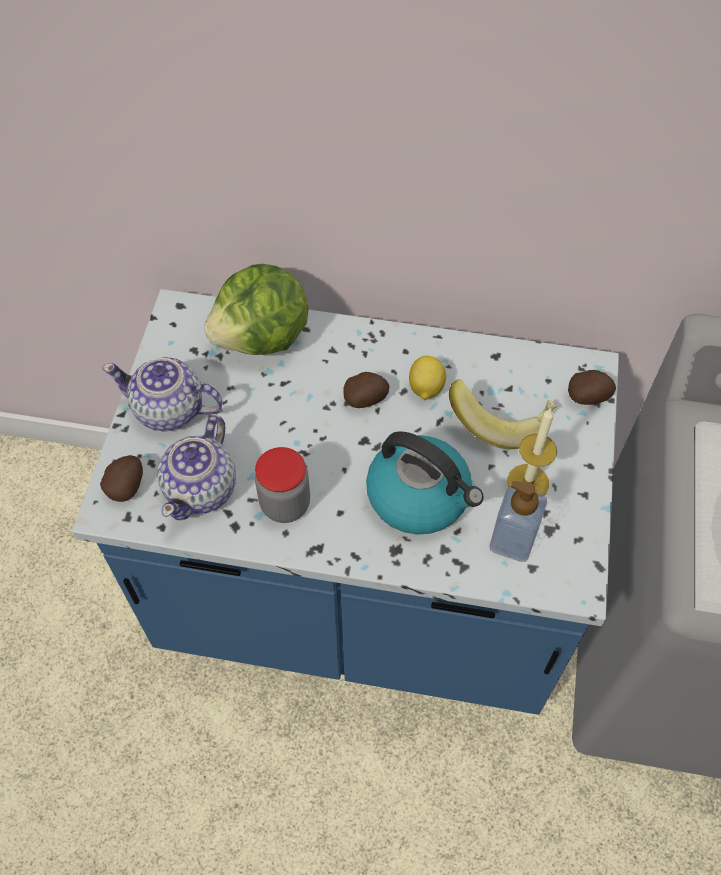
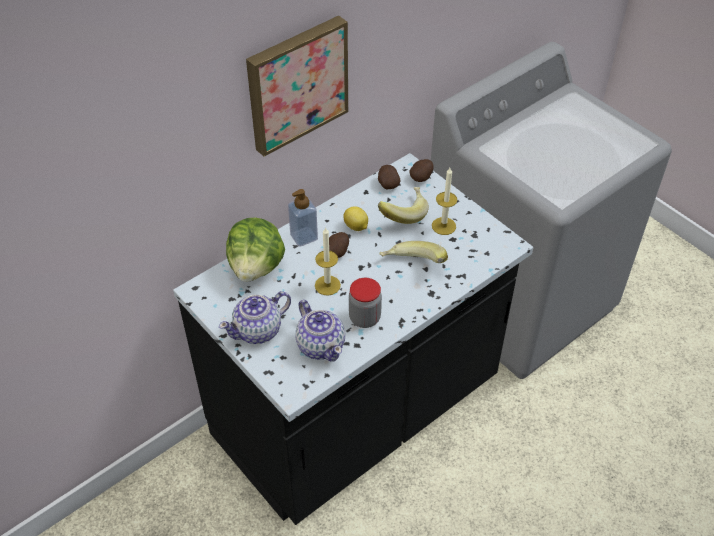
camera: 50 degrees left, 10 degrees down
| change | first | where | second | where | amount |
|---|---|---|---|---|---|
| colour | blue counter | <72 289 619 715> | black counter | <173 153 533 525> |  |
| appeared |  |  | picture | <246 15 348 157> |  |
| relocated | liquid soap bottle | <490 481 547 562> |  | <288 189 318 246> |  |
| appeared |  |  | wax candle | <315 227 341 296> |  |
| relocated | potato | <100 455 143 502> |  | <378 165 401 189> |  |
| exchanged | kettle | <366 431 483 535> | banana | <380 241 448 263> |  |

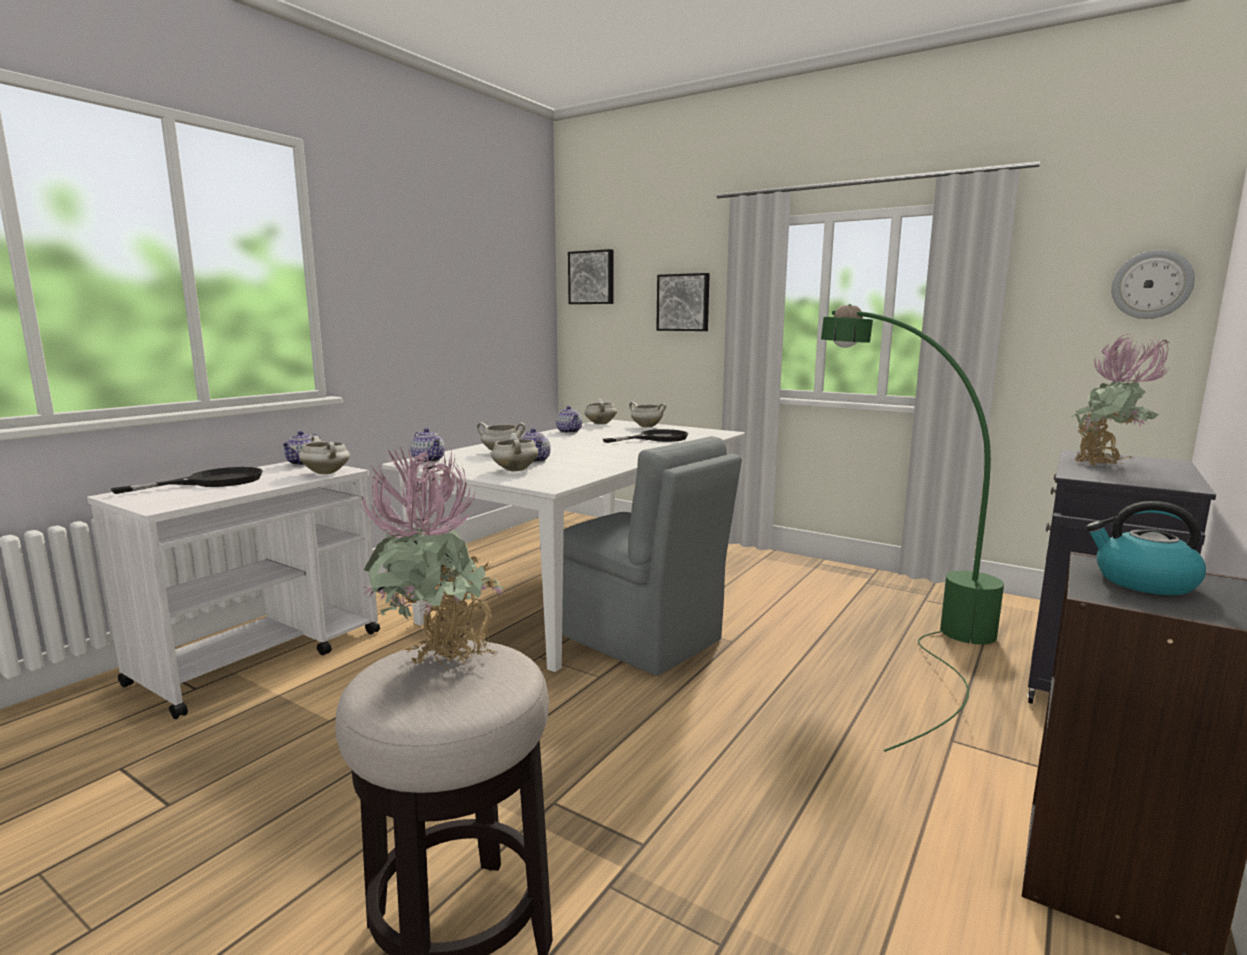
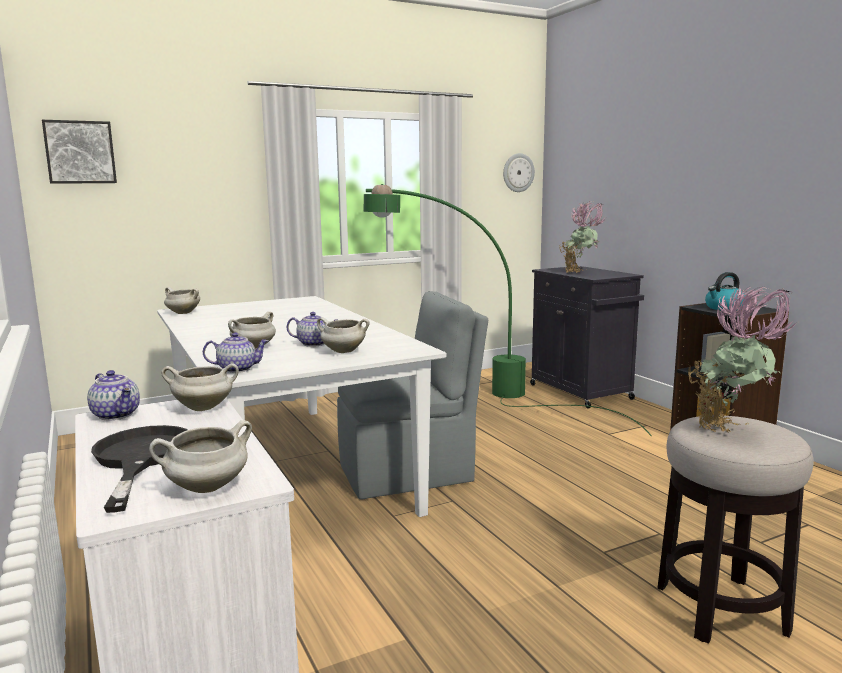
camera: 60 degrees left, 0 degrees up
| change | first | where | second | where | amount |
|---|---|---|---|---|---|
| relocated | white saucepot | <629 402 666 427> |  | <149 420 252 493> |  |
| missing | teapot | <556 406 582 433> |  |  |  |
| missing | black pan | <603 429 688 443> |  |  |  |
| missing | picture | <656 273 710 331> |  |  |  |

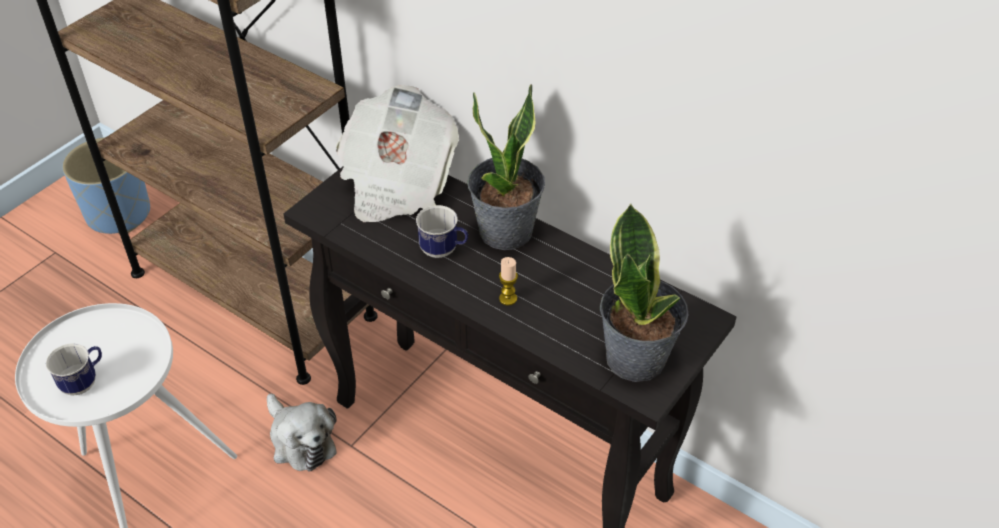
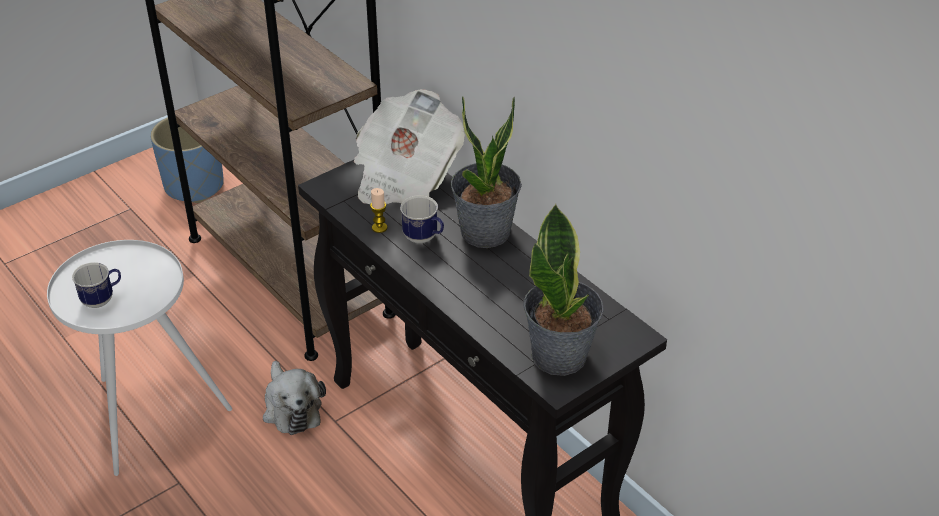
camera: 15 degrees right, 5 degrees down
| change | first | where | second | where | amount |
|---|---|---|---|---|---|
| relocated | wax candle | <499 257 518 306> |  | <370 188 388 233> |  |

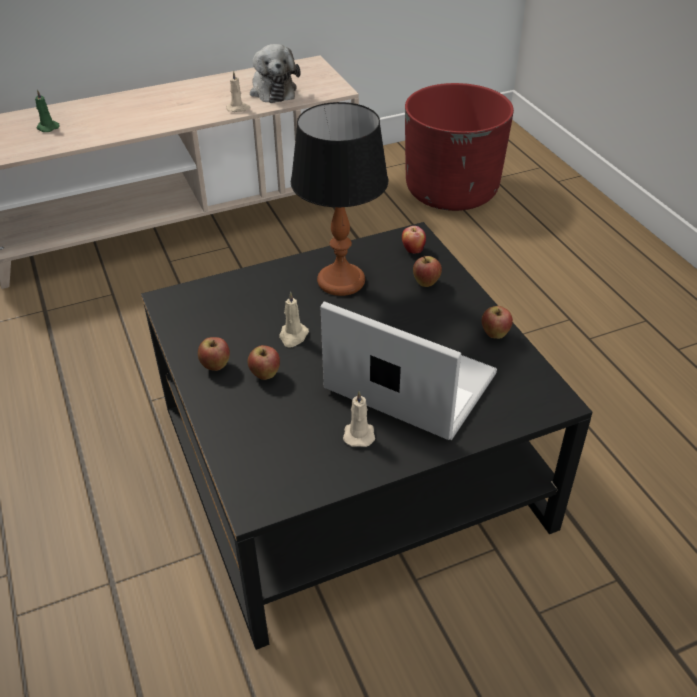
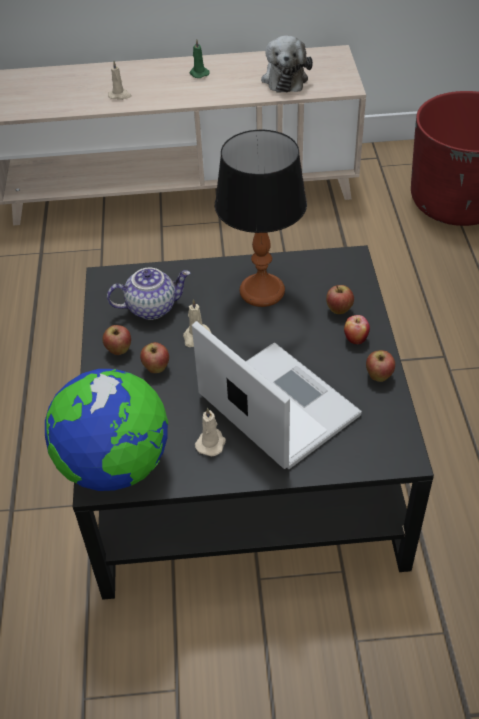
camera: 20 degrees right, 5 degrees up
| change | first | where | second | where | amount |
|---|---|---|---|---|---|
| appeared |  |  | world globe | <45 369 168 491> |  |
| appeared |  |  | teapot | <107 268 191 320> |  |
| relocated | sand-coloured wax candle | <226 71 251 112> |  | <108 61 132 100> |  |
| relocated | greenish wax candle | <35 89 60 132> |  | <189 39 210 78> |  |
| relocated | whole apple | <402 226 426 254> |  | <344 315 370 344> |  |

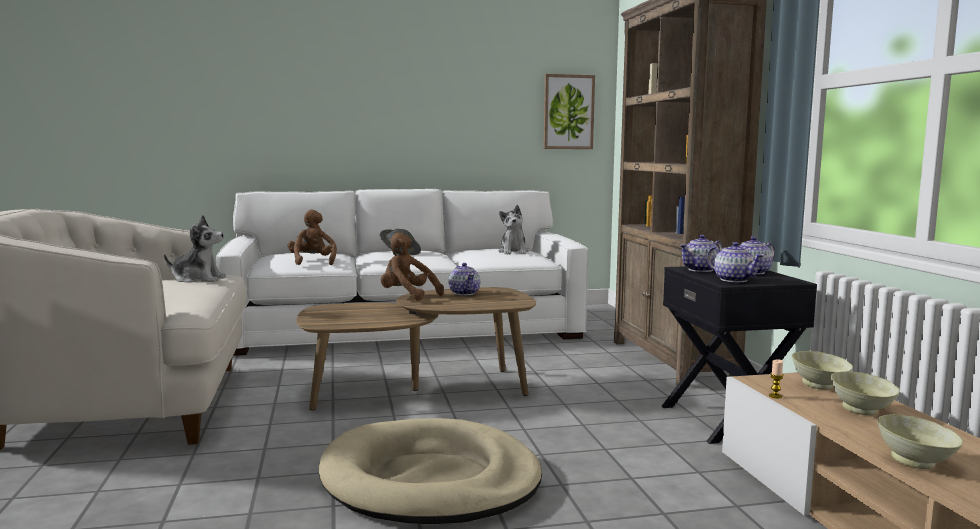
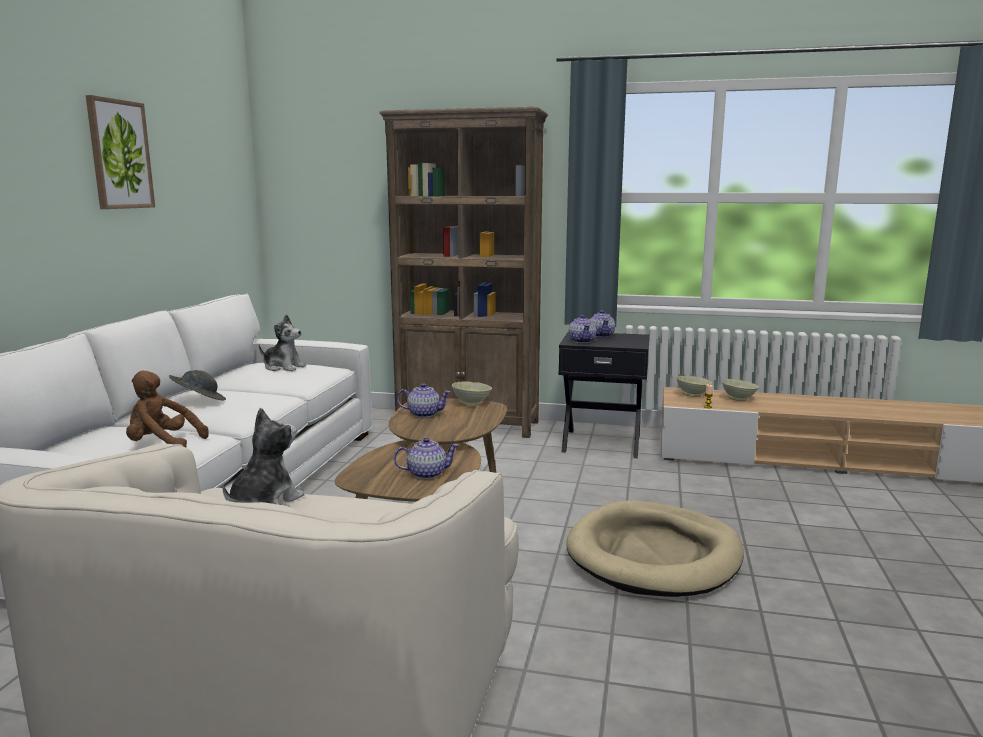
camera: 65 degrees left, 5 degrees up
| change | first | where | second | where | amount |
|---|---|---|---|---|---|
| relocated | picture | <543 74 595 149> |  | <86 95 155 209> |  |
| relocated | teapot | <707 242 765 282> |  | <394 437 459 479> |  |
| relocated | sand-coloured bowl | <877 414 963 469> |  | <452 381 492 406> |  |
| missing | brownish soft toy | <381 233 444 301> |  |  |  |

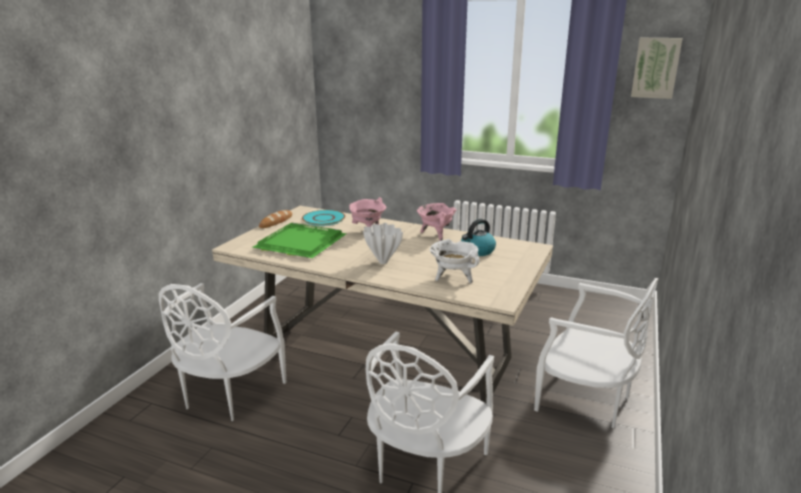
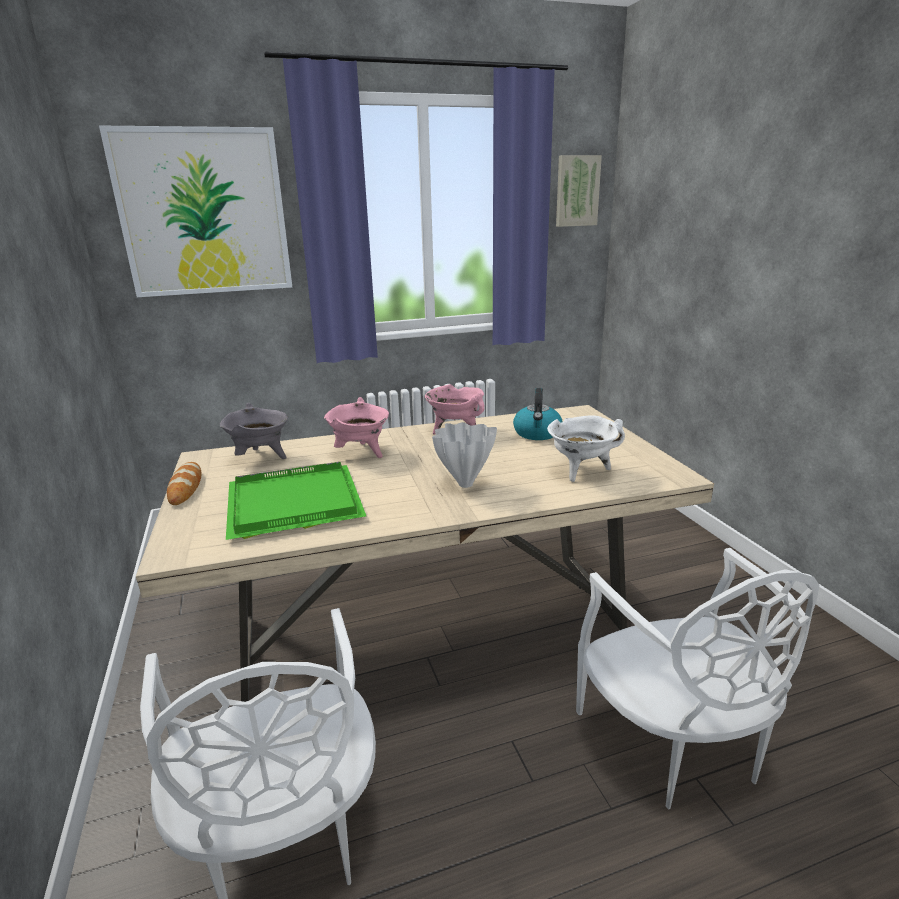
camera: 40 degrees left, 0 degrees up
| change | first | where | second | where | amount |
|---|---|---|---|---|---|
| appeared |  |  | picture | <99 126 292 297> |  |
| exchanged | turquoise plate | <302 210 345 226> | greyish saucepot | <220 403 288 459> |  |
| missing | white chair | <534 278 659 428> |  |  |  |

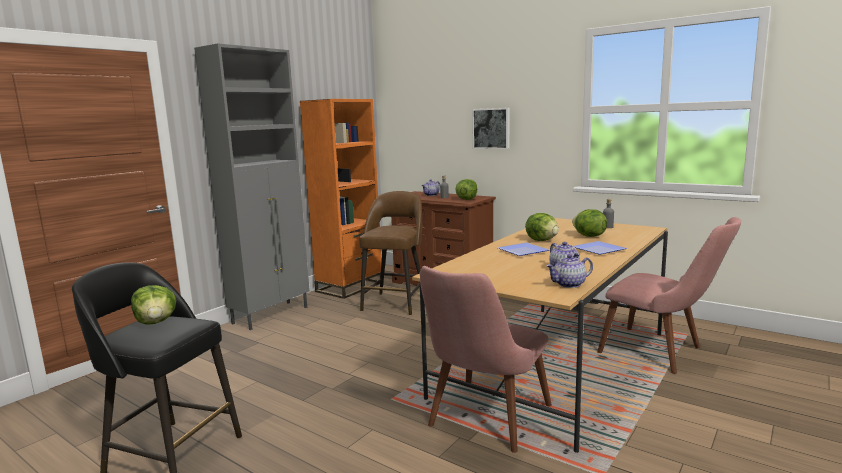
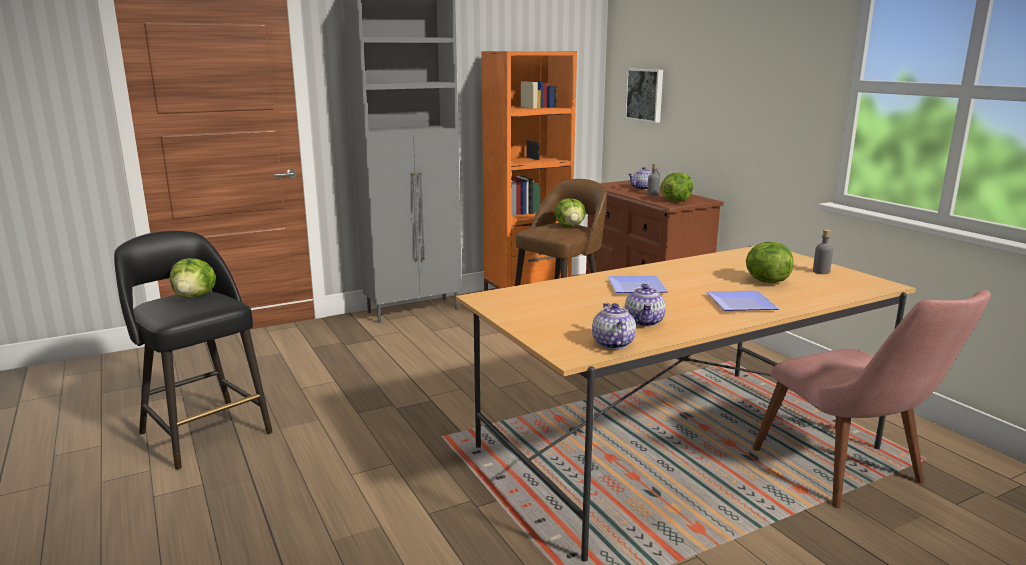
camera: 25 degrees right, 5 degrees up
| change | first | where | second | where | amount |
|---|---|---|---|---|---|
| relocated | head of lettuce | <525 213 559 241> |  | <555 198 586 227> |  |
| spun | teapot | <546 254 593 288> |  | <592 303 636 349> | 75 degrees clockwise |
| relocated | picture | <472 108 510 149> |  | <625 69 663 123> |  |
| missing | pink chair | <420 266 552 453> |  |  |  |

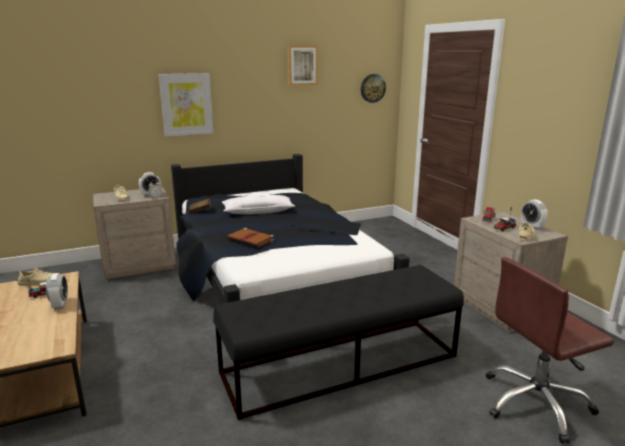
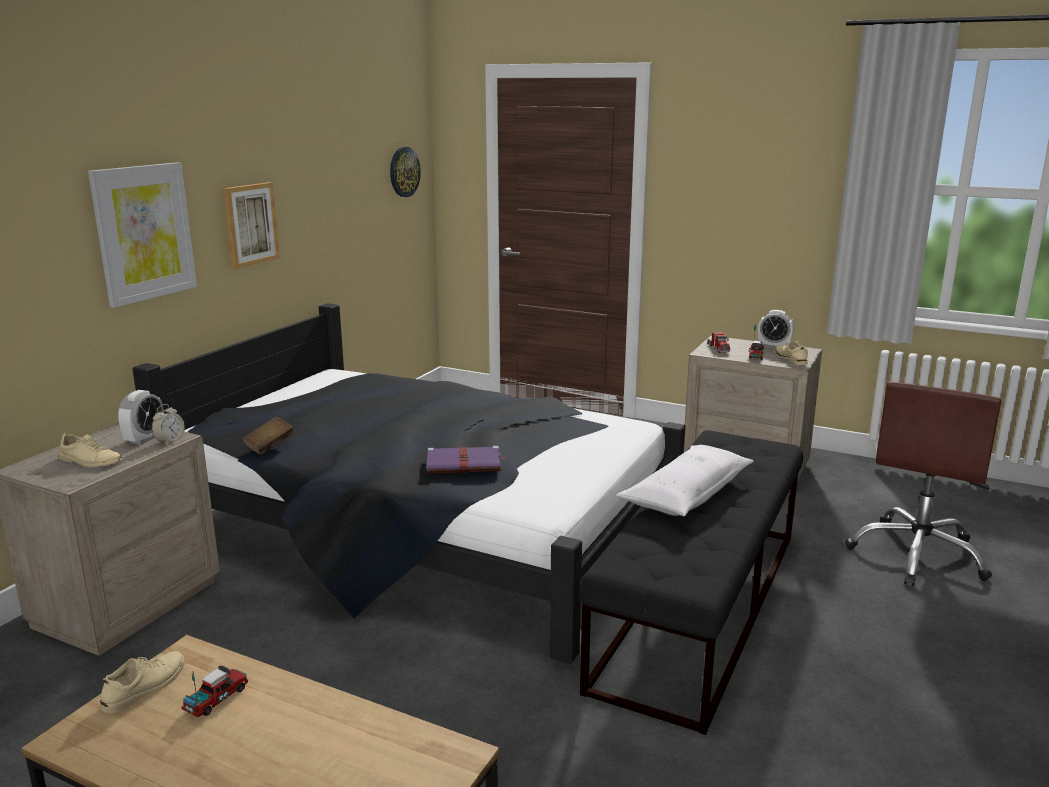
camera: 40 degrees left, 0 degrees up
| change | first | where | second | where | amount |
|---|---|---|---|---|---|
| relocated | picture | <288 45 318 86> |  | <222 182 280 269> |  |
| colour | brownish volume | <227 228 274 247> | purple volume | <427 446 506 474> |  |
| relocated | white cushion | <222 195 295 214> |  | <616 445 754 516> |  |
| missing | bedside clock | <46 274 68 309> |  |  |  |

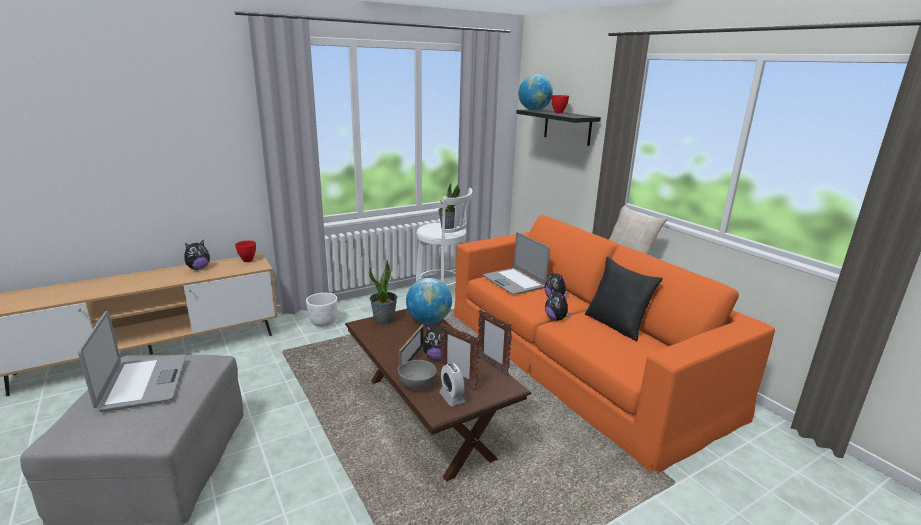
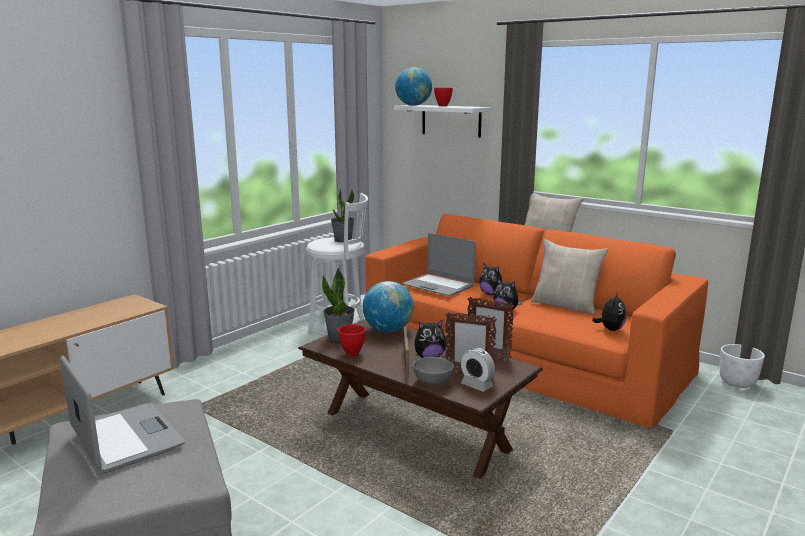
camera: 20 degrees left, 5 degrees down
| change | first | where | second | where | amount |
|---|---|---|---|---|---|
| relocated | red-coloured bowl | <235 240 256 262> |  | <338 324 366 356> |  |
| colour | black bracket shelf | <516 109 601 146> | white bracket shelf | <394 105 492 138> |  |
| colour | black cushion | <585 257 663 341> | sand-coloured cushion | <531 239 608 315> |  |
| relocated | soft toy | <184 239 210 270> |  | <592 293 626 331> |  |
| relocated | white flower pot | <306 293 337 327> |  | <720 344 765 388> |  |

